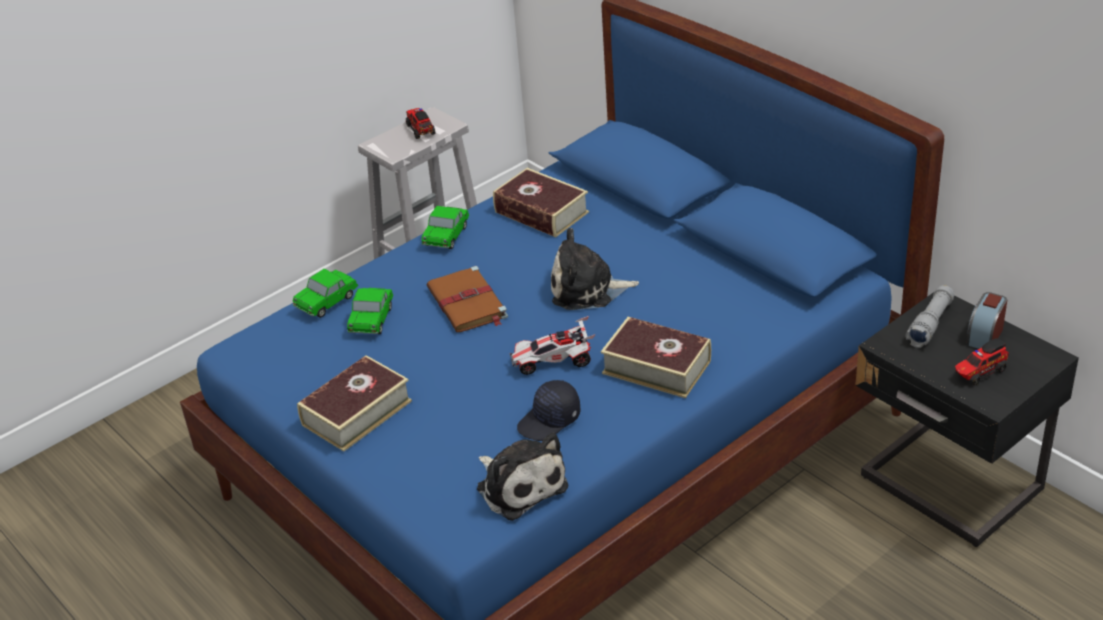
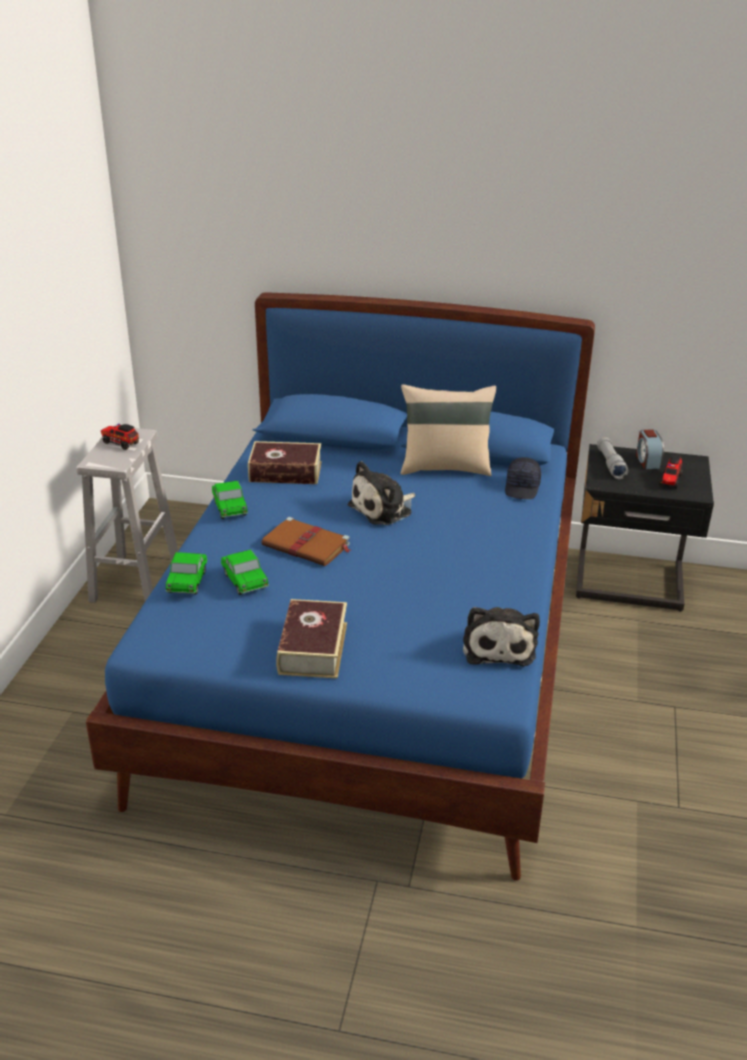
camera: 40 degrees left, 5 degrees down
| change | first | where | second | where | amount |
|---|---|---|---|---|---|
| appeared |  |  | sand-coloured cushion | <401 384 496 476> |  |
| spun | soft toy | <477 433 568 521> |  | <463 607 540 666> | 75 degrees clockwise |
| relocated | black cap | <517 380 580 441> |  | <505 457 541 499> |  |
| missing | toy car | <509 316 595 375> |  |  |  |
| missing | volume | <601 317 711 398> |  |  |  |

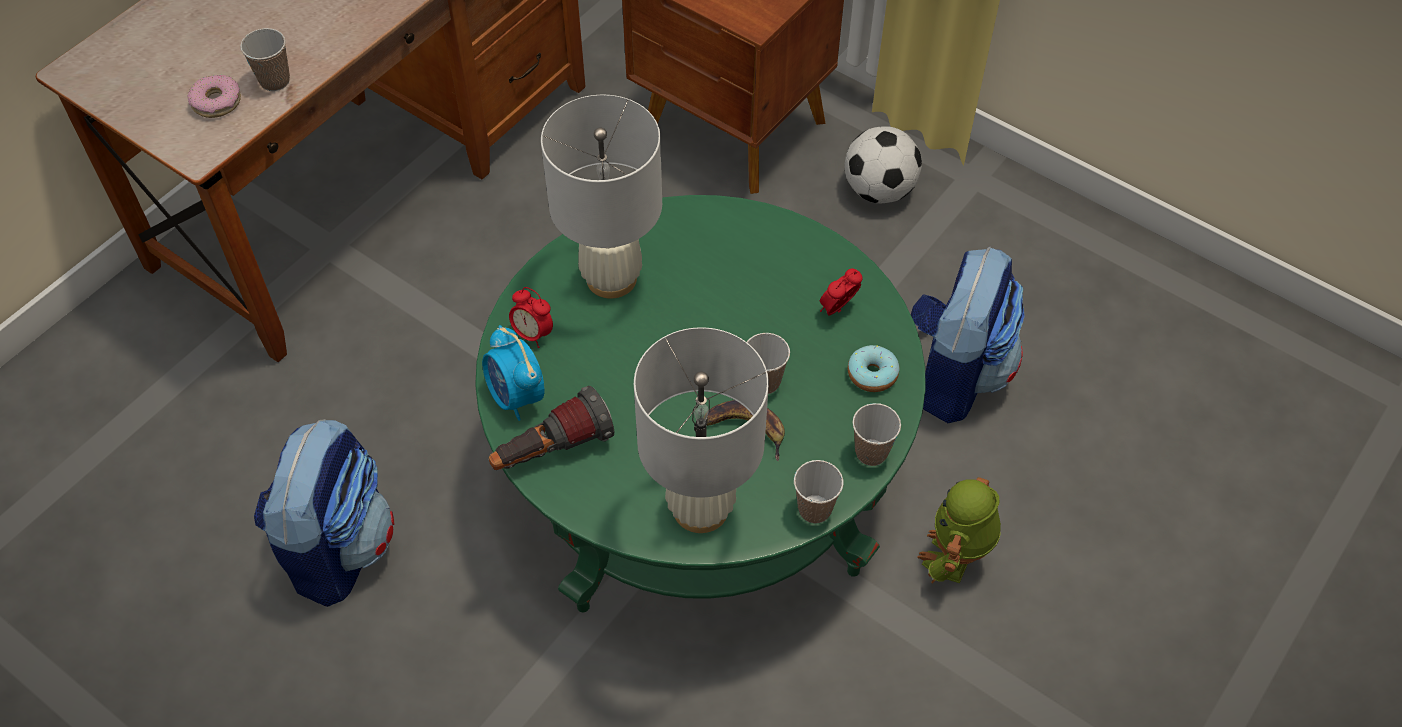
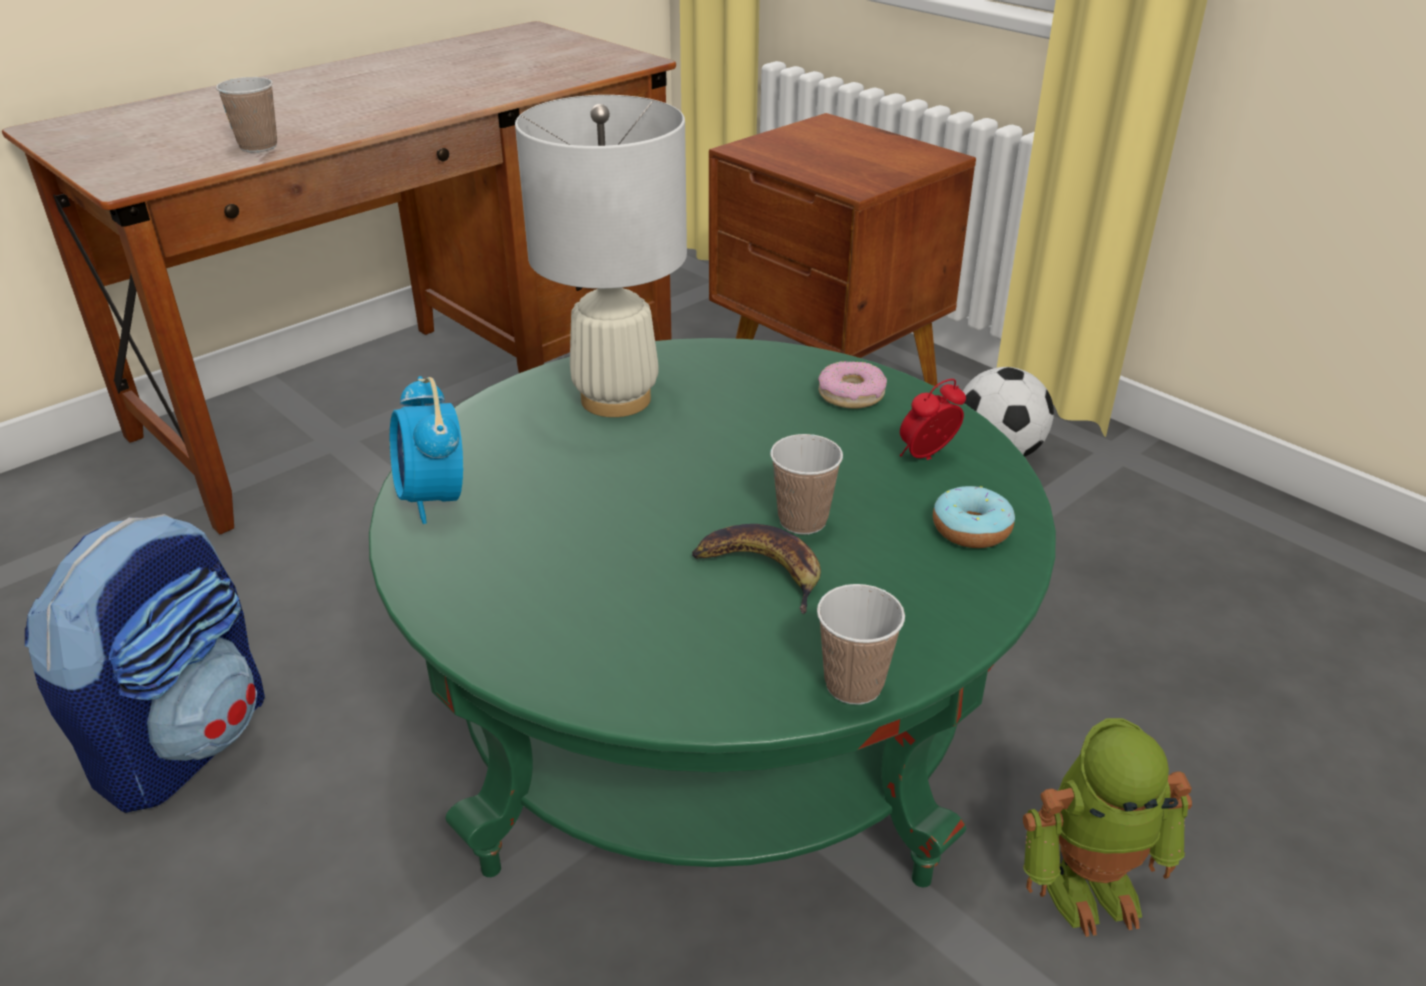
camera: 10 degrees right, 20 degrees down
| change | first | where | second | where | amount |
|---|---|---|---|---|---|
| relocated | donut | <188 75 241 118> |  | <818 361 887 409> |  |
| spun | robot figure | <917 477 1001 584> |  | <1023 718 1192 937> | 135 degrees counterclockwise |
| missing | hand torch | <489 386 614 470> |  |  |  |
| missing | bedside clock | <509 287 553 348> |  |  |  |
| missing | white lamp for a table | <634 327 769 533> |  |  |  |
| missing | cup | <853 403 901 466> |  |  |  |
| missing | backpack | <911 247 1025 423> |  |  |  |

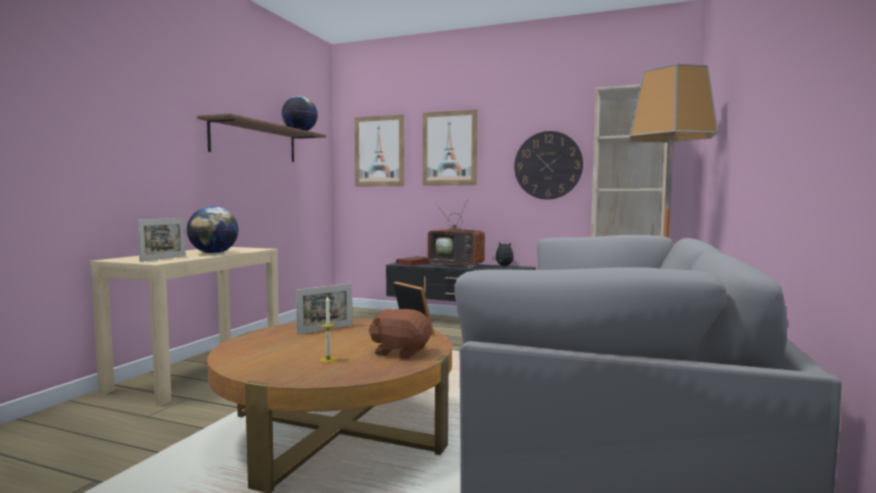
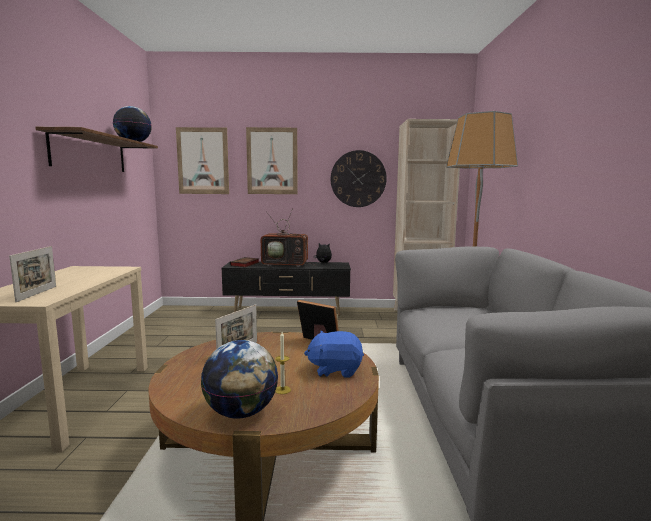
camera: 20 degrees left, 5 degrees up
| change | first | where | second | where | amount |
|---|---|---|---|---|---|
| relocated | world globe | <186 206 239 254> |  | <201 340 278 419> |  |
| colour | brownish soft toy | <369 309 431 359> | blue soft toy | <304 331 364 378> |  |

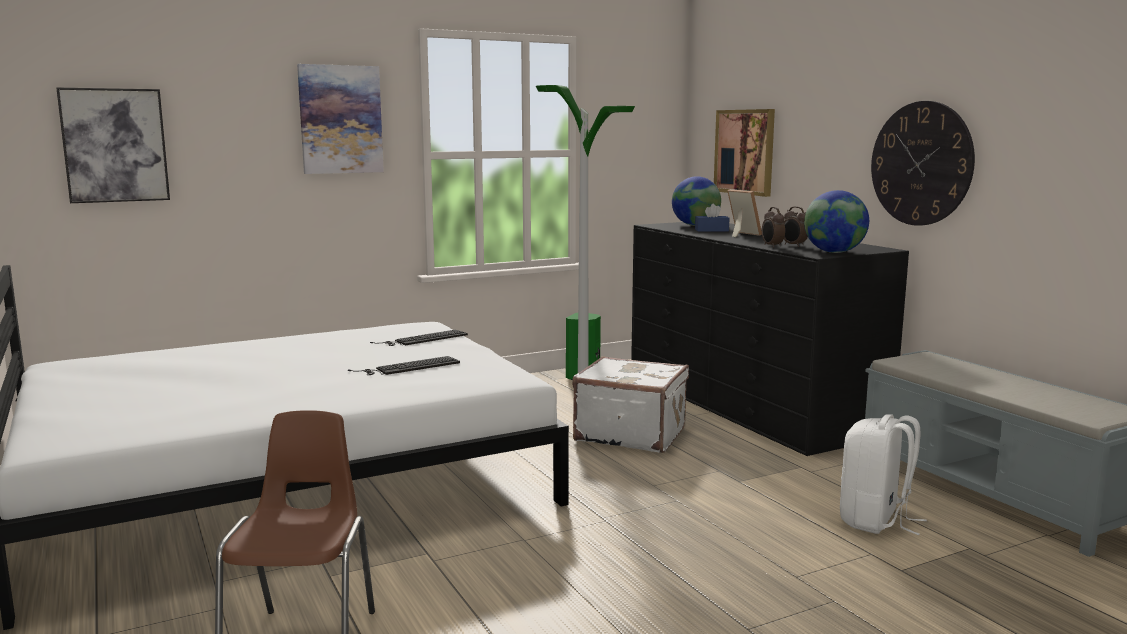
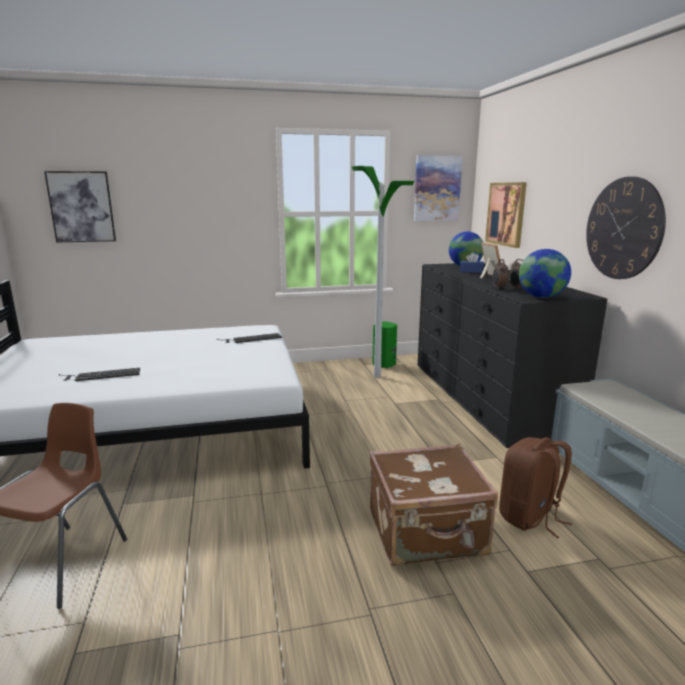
camera: 15 degrees right, 5 degrees up
| change | first | where | second | where | amount |
|---|---|---|---|---|---|
| relocated | computer keyboard | <348 356 460 375> |  | <58 368 140 381> |  |
| appeared |  |  | brownish travel case | <370 444 498 566> |  |
| relocated | picture | <297 64 384 174> |  | <414 155 463 221> |  |
| colour | white backpack | <840 414 927 535> | brownish backpack | <499 437 572 539> |  |
| missing | white travel case | <572 356 689 453> |  |  |  |

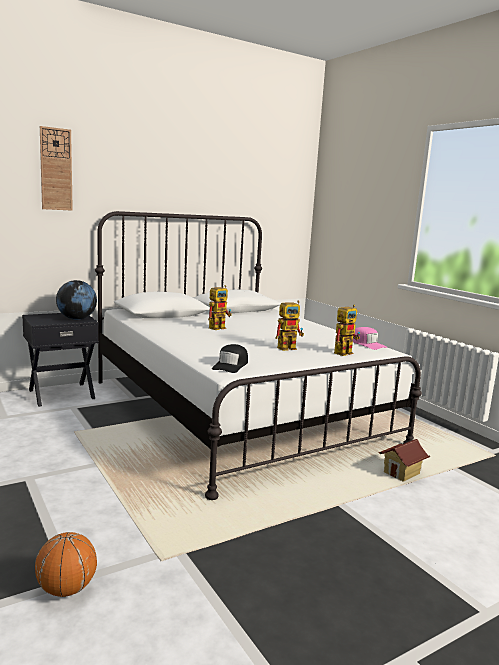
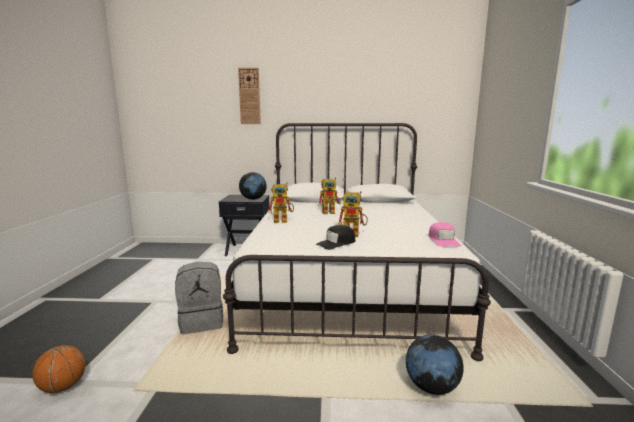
camera: 35 degrees right, 0 degrees up
| change | first | where | second | where | amount |
|---|---|---|---|---|---|
| appeared |  |  | greyish backpack | <175 262 223 334> |  |
| relocated | robot figure | <334 305 360 356> |  | <269 183 294 223> |  |
| relocated | black cap | <212 344 248 373> |  | <316 225 355 250> |  |
| exchanged | toy house | <378 439 431 482> | world globe | <406 335 464 395> |  |

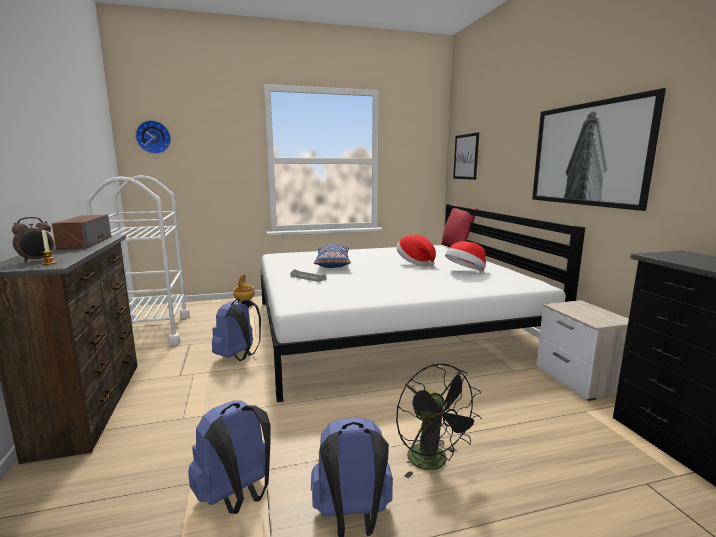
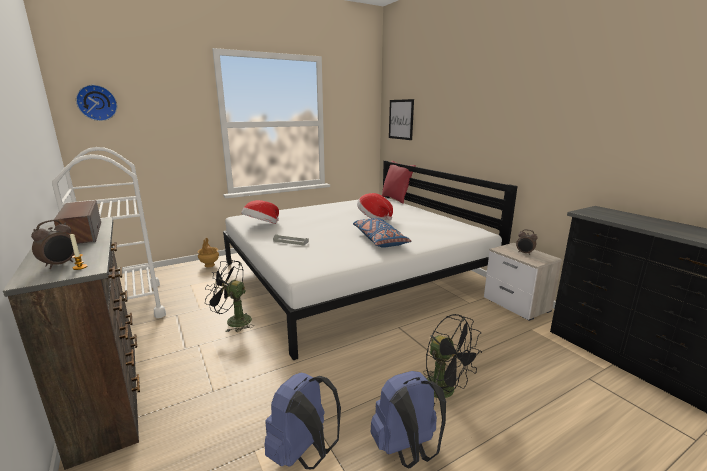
camera: 15 degrees left, 5 degrees up
| change | first | where | second | where | amount |
|---|---|---|---|---|---|
| exchanged | blue backpack | <212 299 261 361> | black electric fan | <205 260 254 332> |  |
| relocated | hat | <445 241 486 271> |  | <241 200 279 224> |  |
| relocated | blue cushion | <314 244 351 268> |  | <353 218 411 248> |  |
| appeared |  |  | bedside clock | <516 229 538 254> |  |
| missing | picture | <532 88 666 211> |  |  |  |

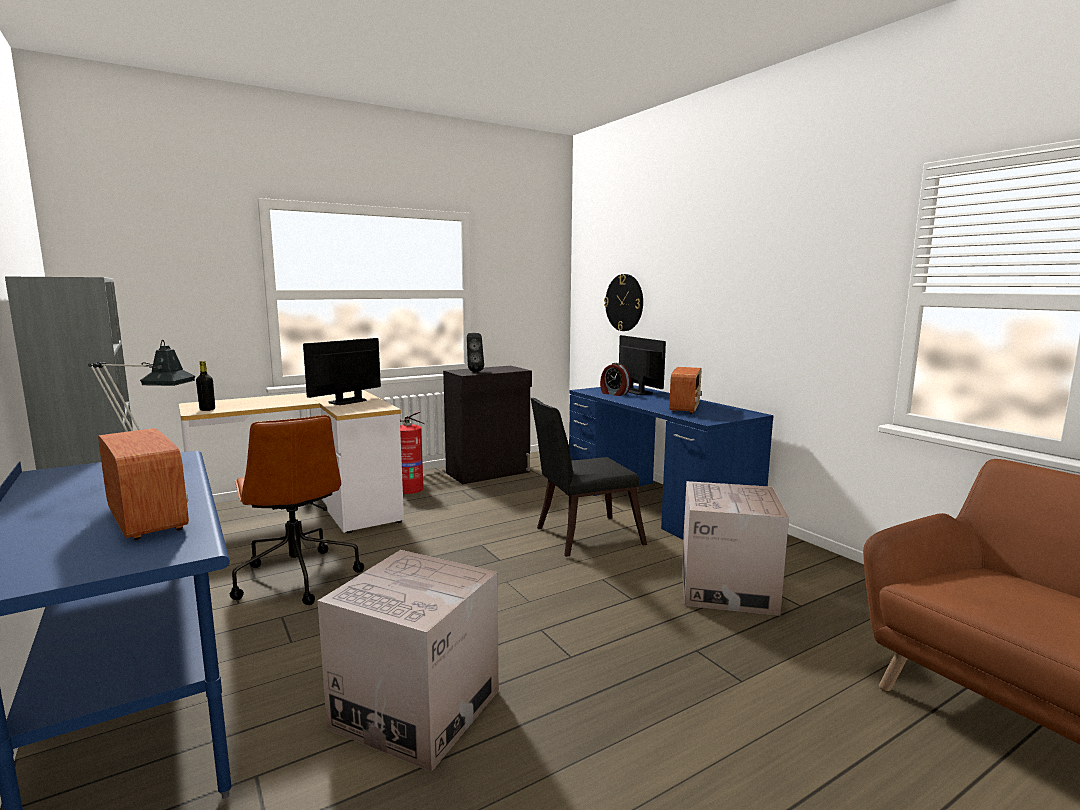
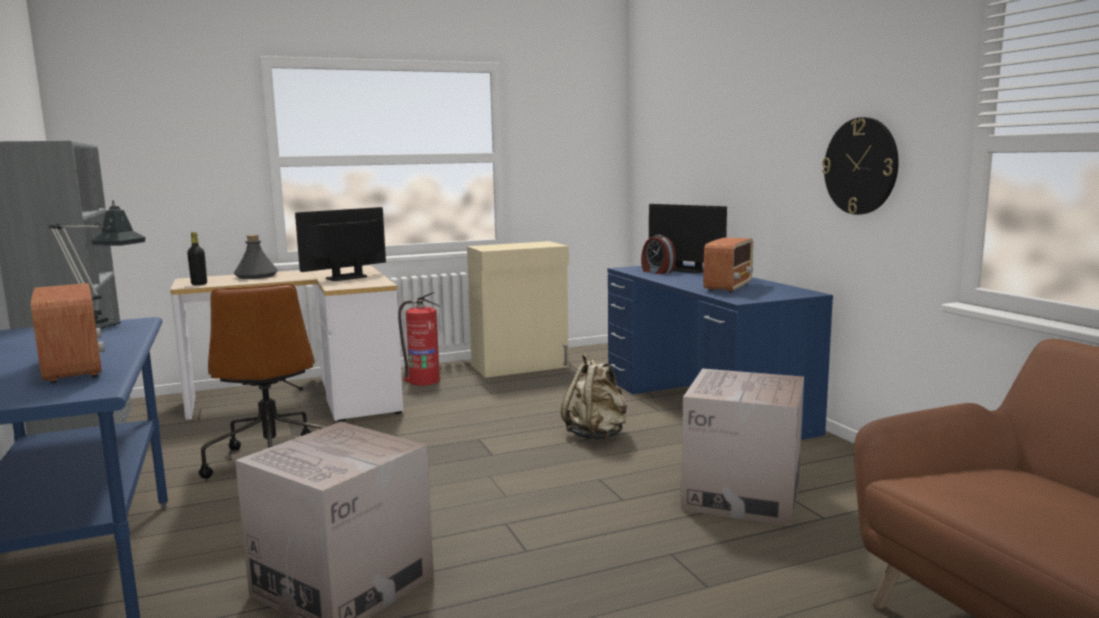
camera: 10 degrees right, 0 degrees up
| change | first | where | second | where | amount |
|---|---|---|---|---|---|
| appeared |  |  | greyish drink bottle | <233 235 278 279> |  |
| colour | black cupboard | <443 366 532 484> | sand-coloured cupboard | <467 241 569 378> |  |
| exchanged | black chair | <531 398 647 557> | sand-coloured backpack | <561 354 627 440> |  |
| spun | computer display | <619 335 666 395> |  | <649 204 727 273> | 150 degrees clockwise |
| relocated | hanging clock | <604 274 643 331> |  | <822 117 899 215> |  |
| missing | black audio speaker | <467 333 484 372> |  |  |  |

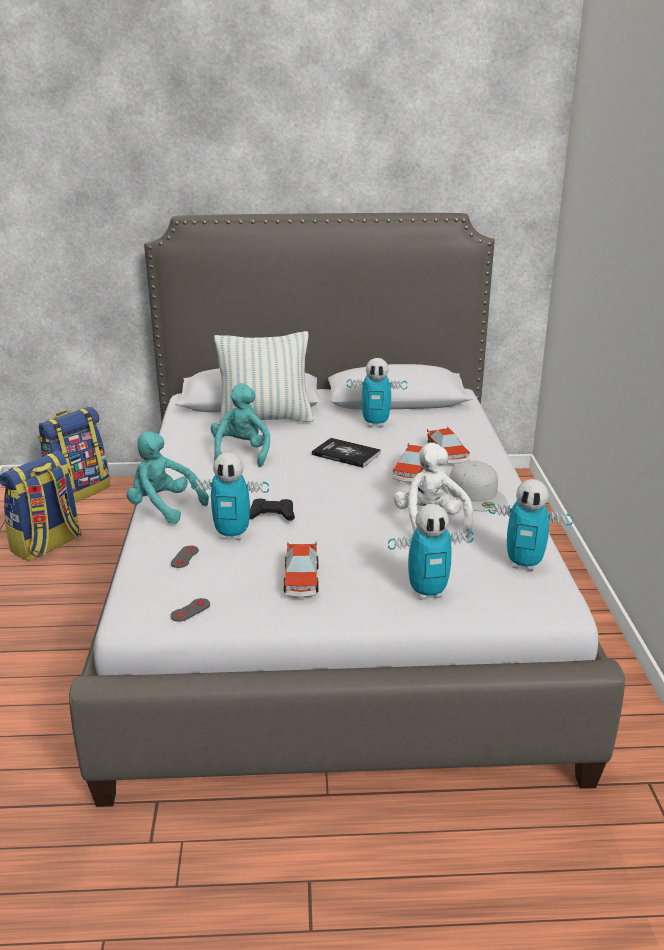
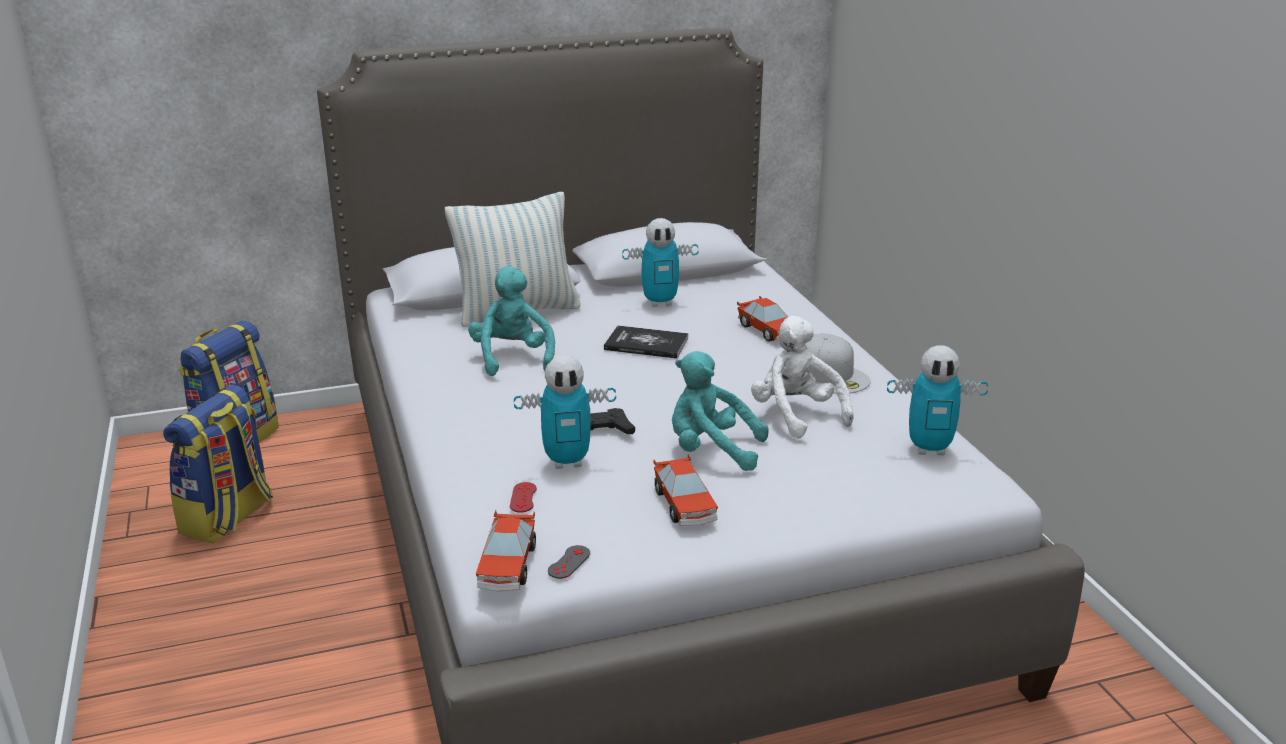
camera: 15 degrees left, 0 degrees up
| change | first | where | second | where | amount |
|---|---|---|---|---|---|
| relocated | toy car | <393 443 423 482> |  | <476 510 536 591> |  |
| colour | greyish gamepad | <171 546 199 568> | red-coloured gamepad | <510 482 537 513> |  |
| relocated | turquoise soft toy | <126 431 209 524> |  | <672 351 769 471> |  |
| missing | robot figure | <388 504 474 600> |  |  |  |

